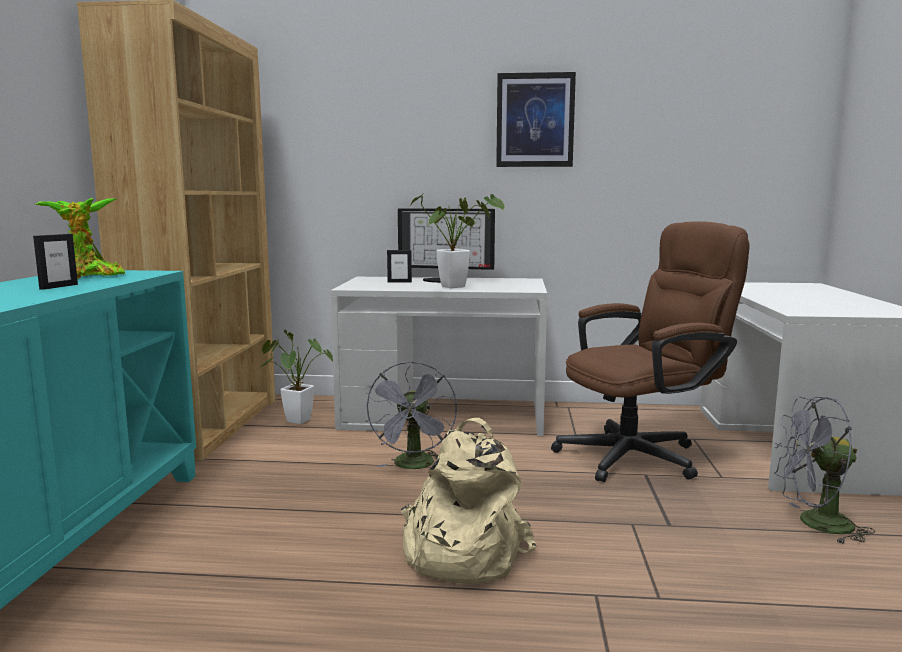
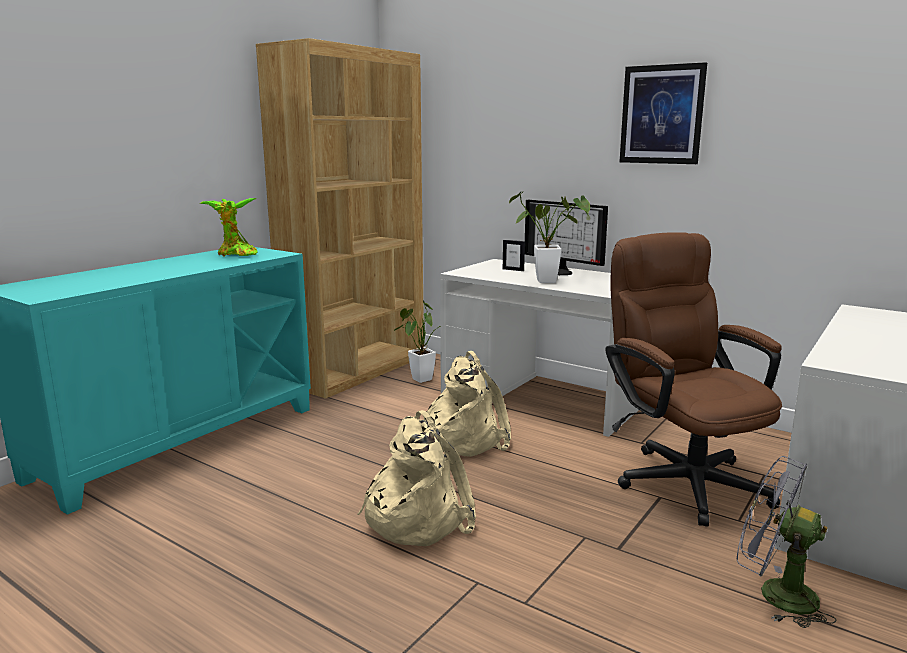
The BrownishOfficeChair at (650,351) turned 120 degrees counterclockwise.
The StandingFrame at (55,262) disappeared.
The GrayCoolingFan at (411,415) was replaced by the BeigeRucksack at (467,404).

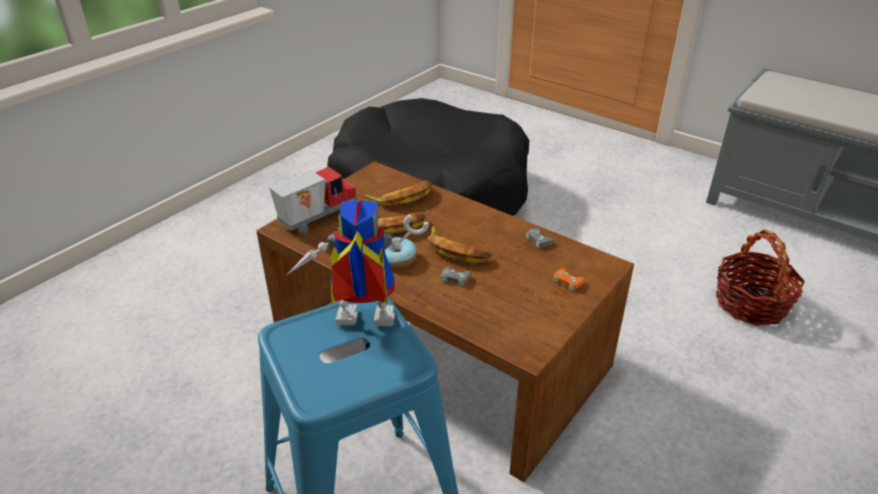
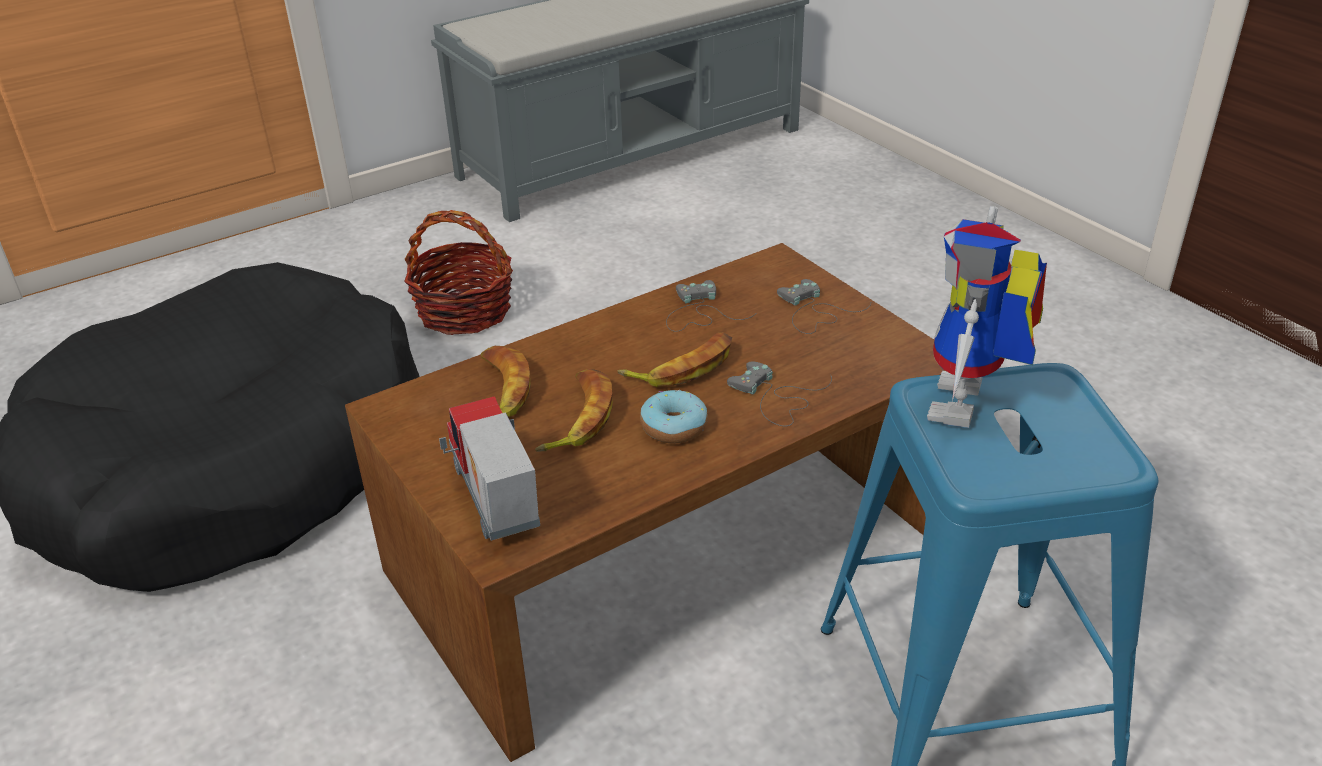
The HouseholdBasket moved from (760,277) to (458,272).
The OrangeyGameController at (551,291) became the GrayGameController at (824,306).

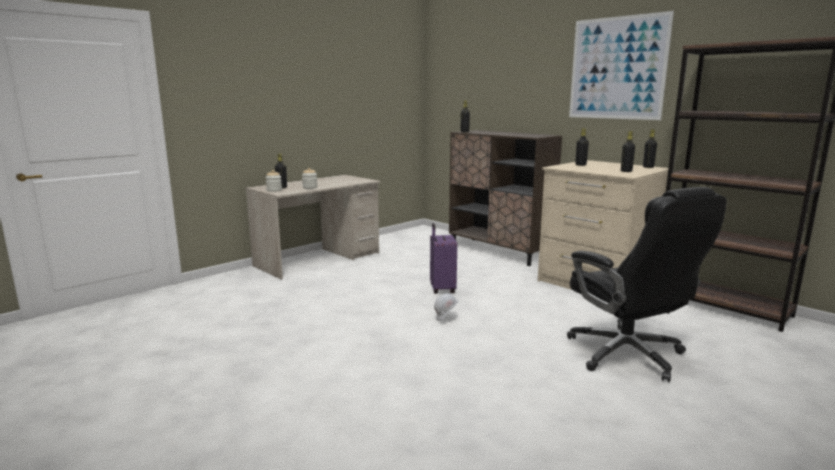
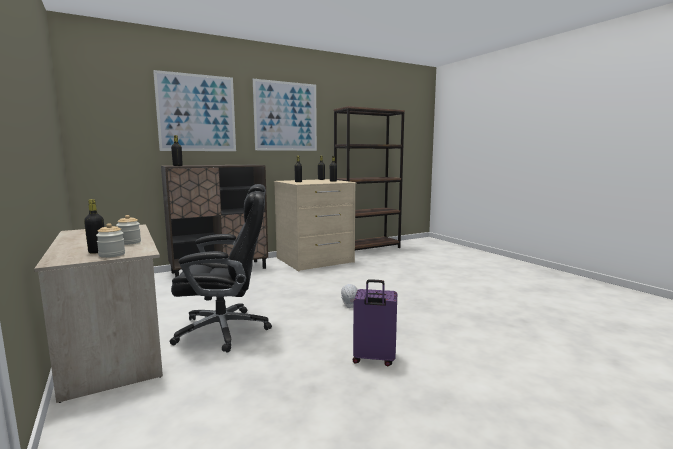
The BlackColouredOfficeChair moved from (647,284) to (221,268).
The PurplePieceOfLuggage moved from (443,258) to (375,322).
The WallPicture at (194,110) appeared.

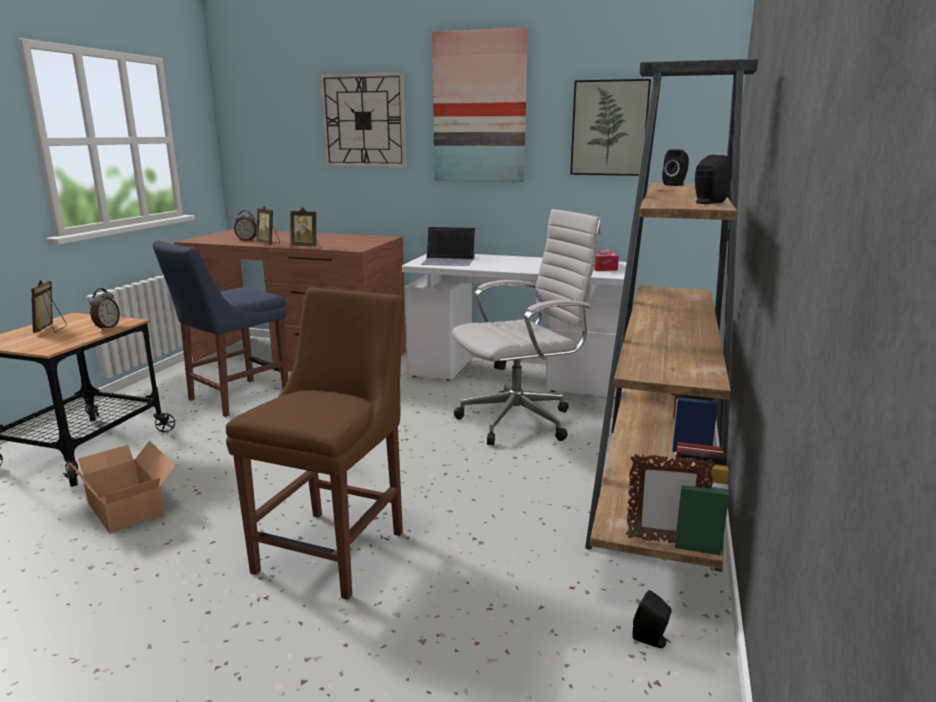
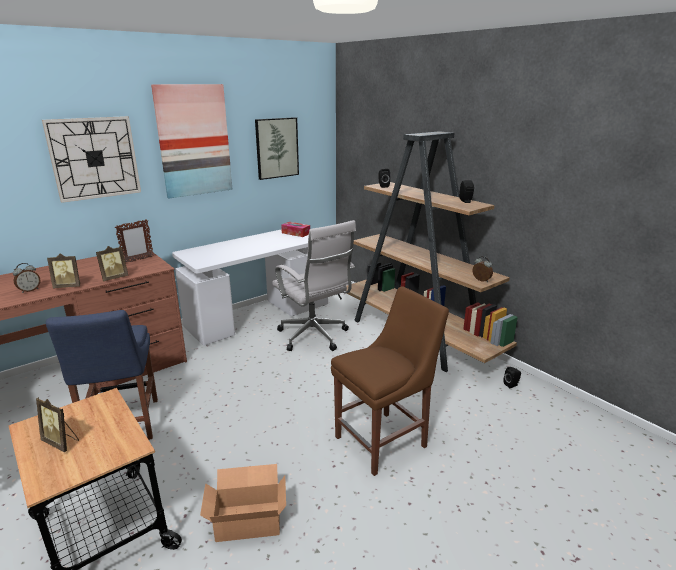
The WhiteColouredOfficeChair at (527,327) turned 135 degrees clockwise.
The NotebookComputer at (447,246) disappeared.
The BrownishUprightChair at (315,443) turned 90 degrees clockwise.
The TableClock moved from (104,309) to (482,269).
The StandingFrame moved from (670,498) to (134,241).

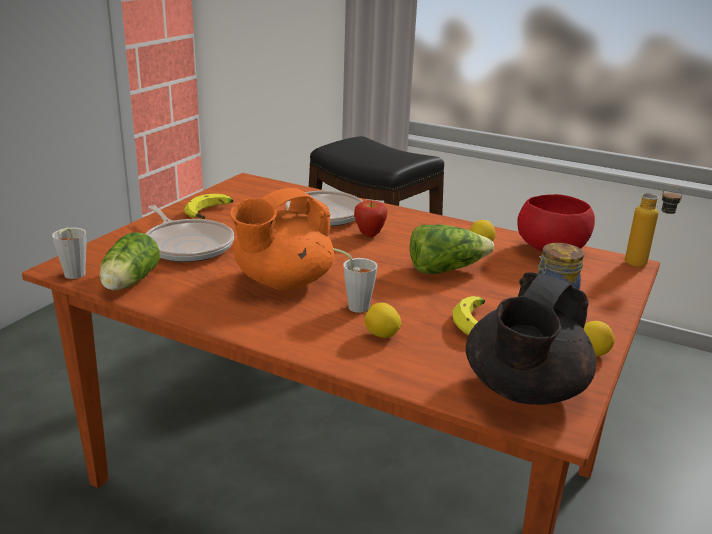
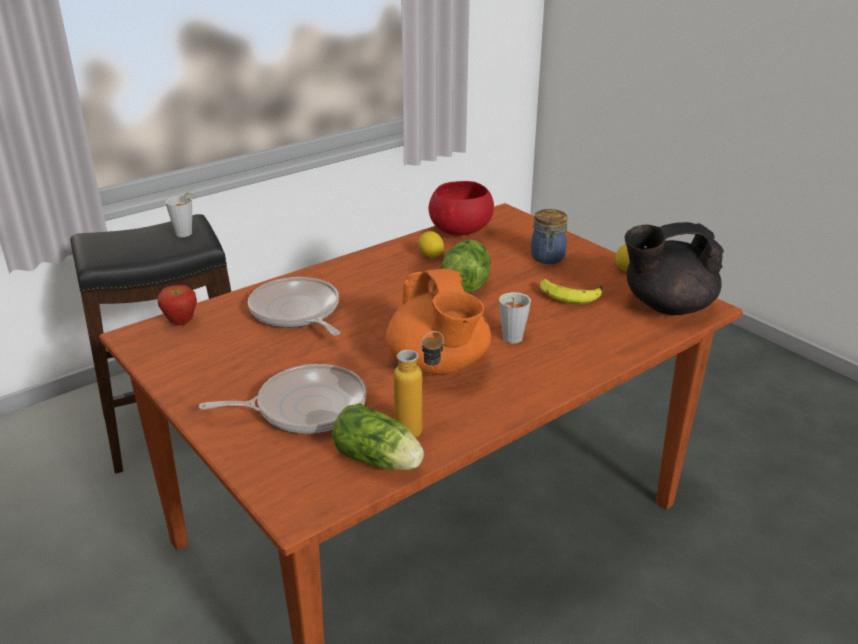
The Bottle moved from (653,226) to (418,384).
The BananaFruit at (208,206) disappeared.
The Apple moved from (370,218) to (177,305).
The GrayDrinkingCup moved from (69,253) to (181,214).
The BlackColouredTeaPot at (531,338) turned 120 degrees clockwise.
The Lemon at (382,320) disappeared.

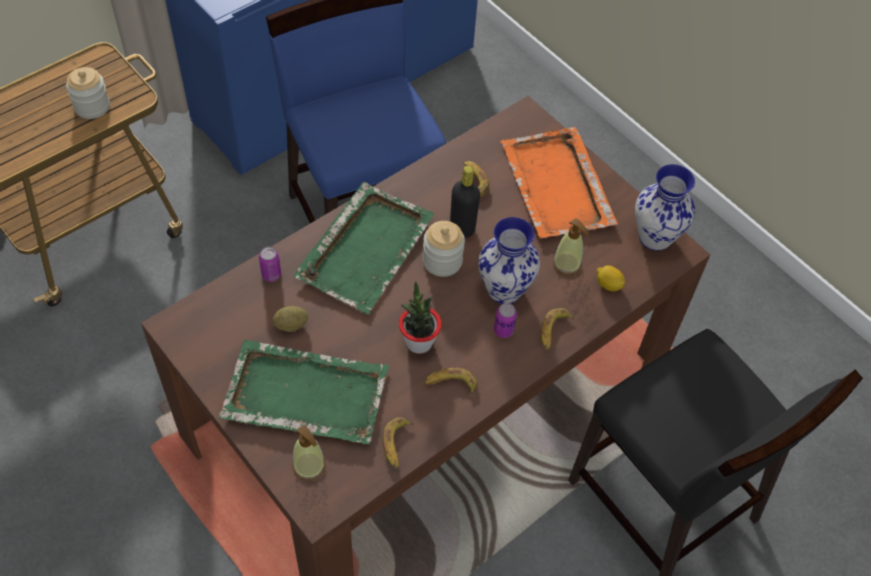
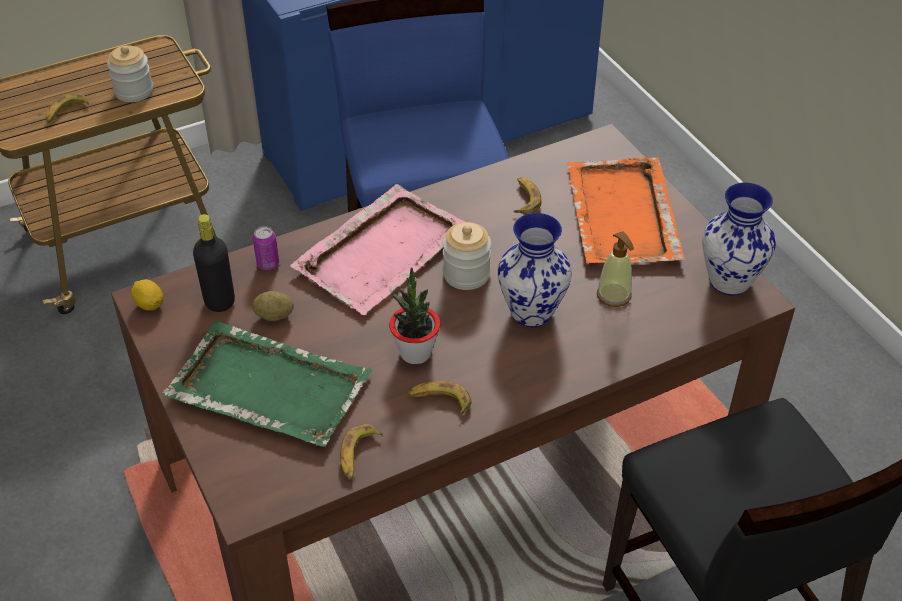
The BlackColouredBottle moved from (465,202) to (214,263).
The GreenishServingTray at (363,248) became the PinkServingTray at (377,249).
The Lemon moved from (611,278) to (147,294).
The MetalCan at (505,320) disappeared.
The BananaFruit moved from (558,329) to (67,108).
The SoapBottle at (309,453) disappeared.

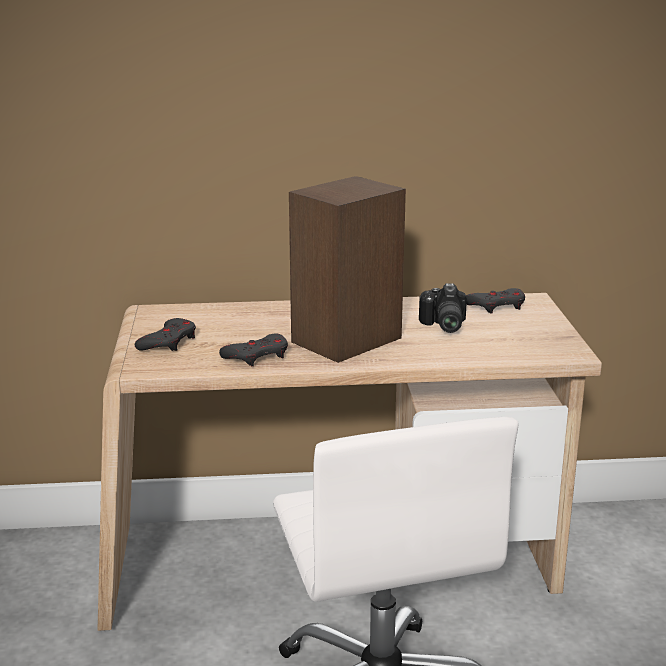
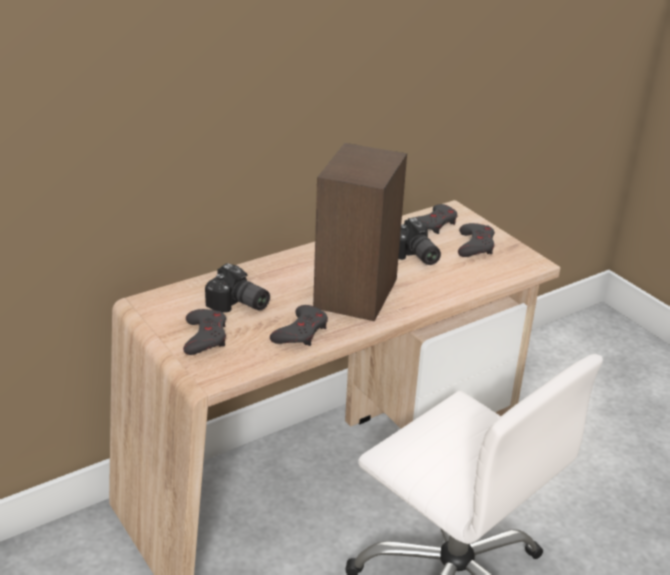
The GrayGameController at (476,240) appeared.
The PhotoCamera at (237,288) appeared.

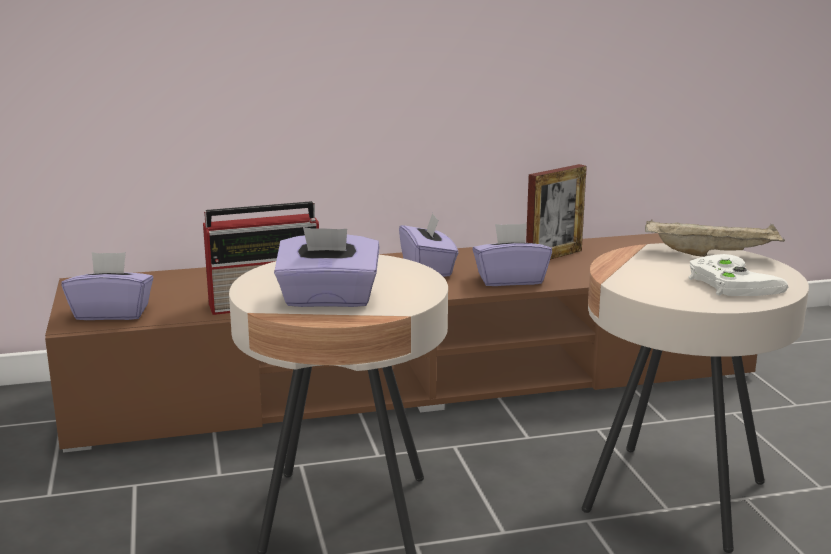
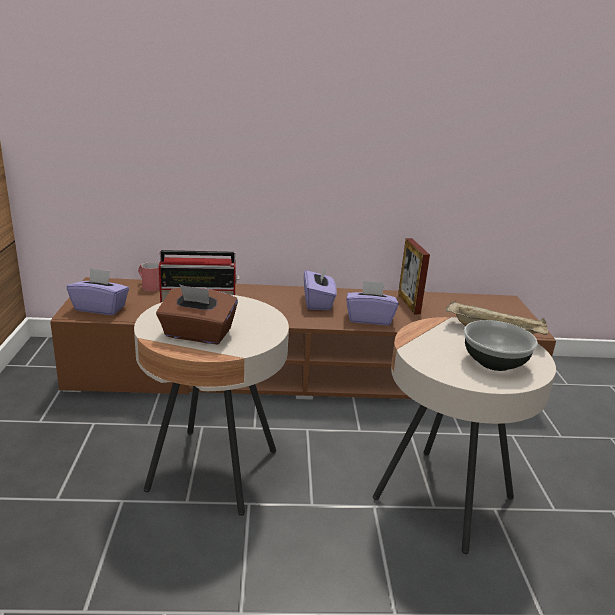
The StandingFrame at (556,212) turned 105 degrees clockwise.
The PurpleTissueBox at (327,267) became the BrownishTissueBox at (197,314).
The WhiteColouredGameController at (738,275) was replaced by the Bowl at (501,345).
The RedColouredMug at (149,277) appeared.

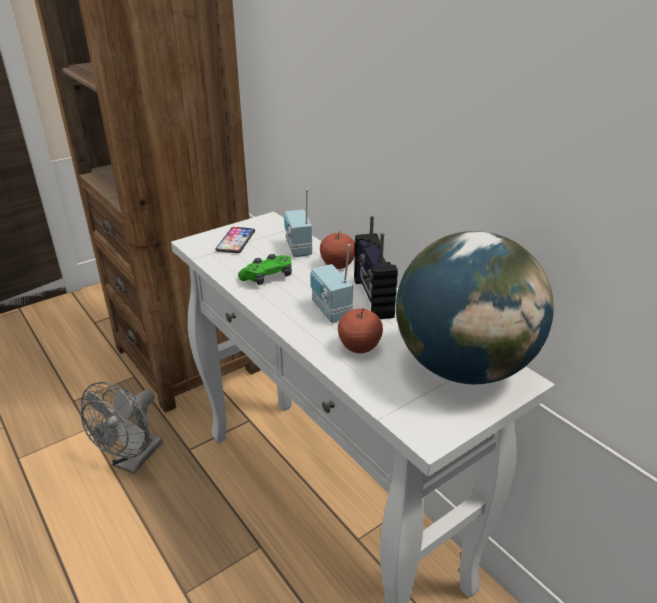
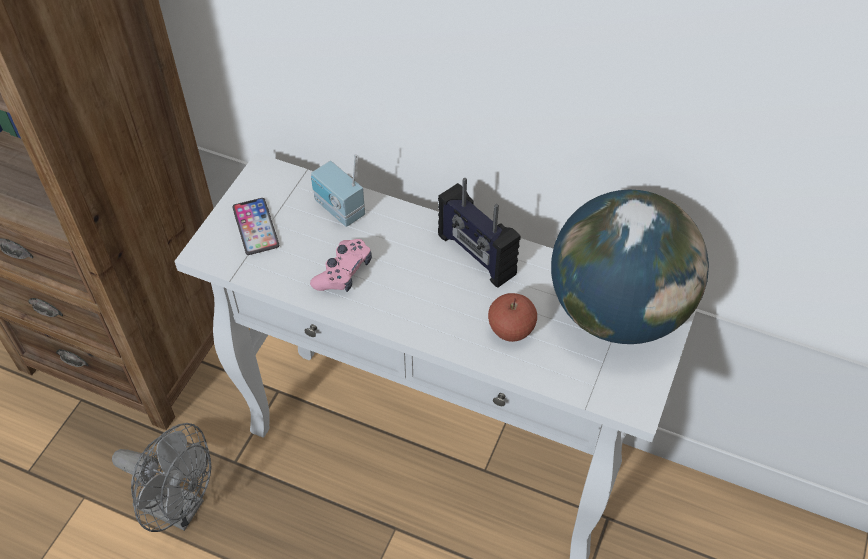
The Apple at (337,250) disappeared.
The RadioSet at (332,283) disappeared.
The GreenishGameController at (265,269) became the PinkGameController at (341,265).
The GrayCoolingFan at (122,428) turned 60 degrees counterclockwise.

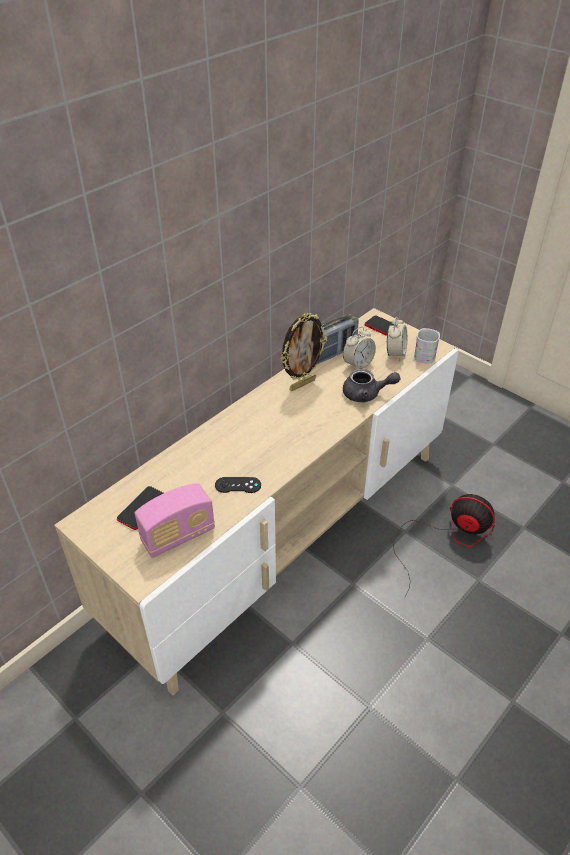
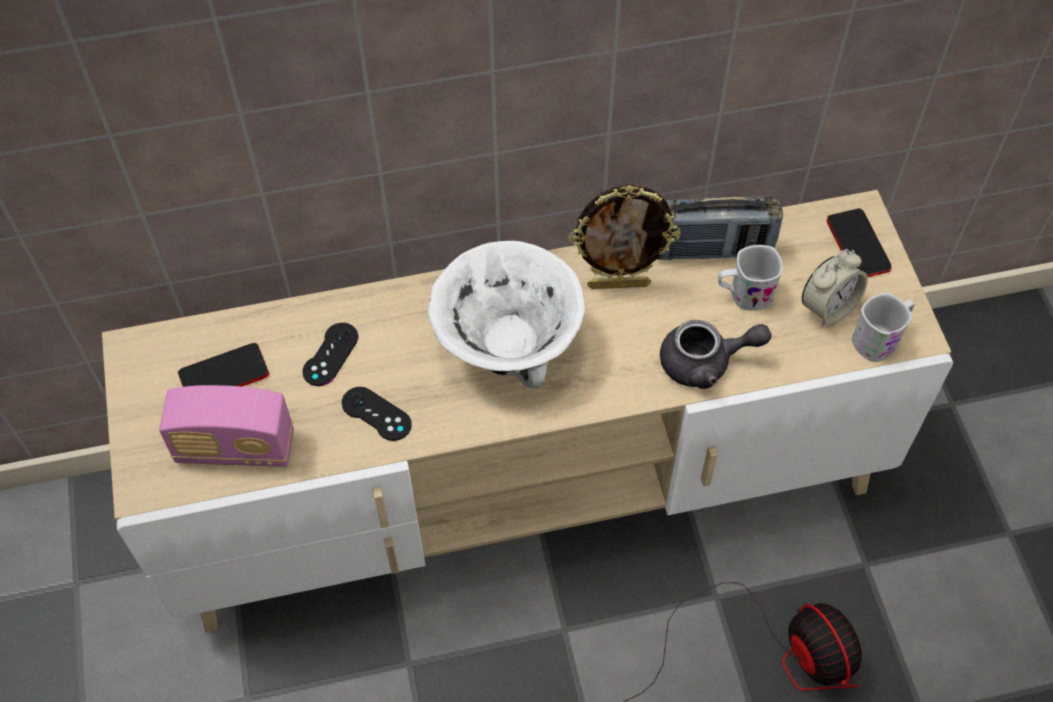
The TableClock at (359,348) was replaced by the WhiteColouredMug at (750,278).
The GrayTeaPot at (371,385) turned 45 degrees counterclockwise.
The WhiteColouredBowl at (506,315) appeared.
The BlackColouredGameController at (330,354) appeared.

